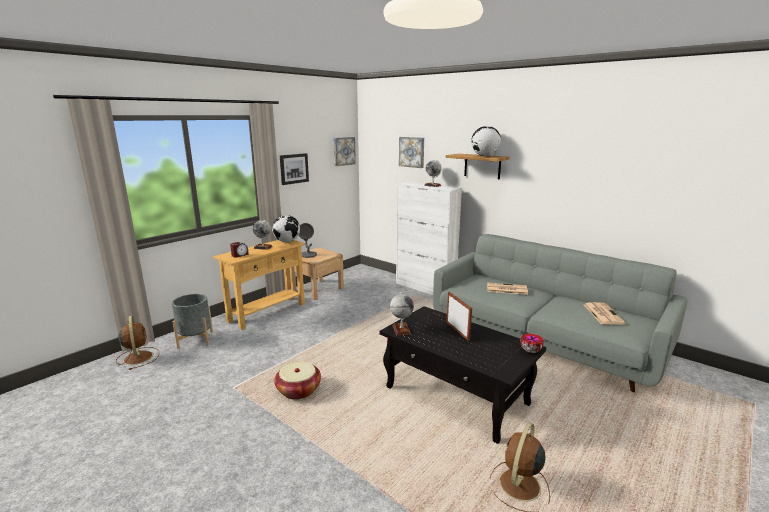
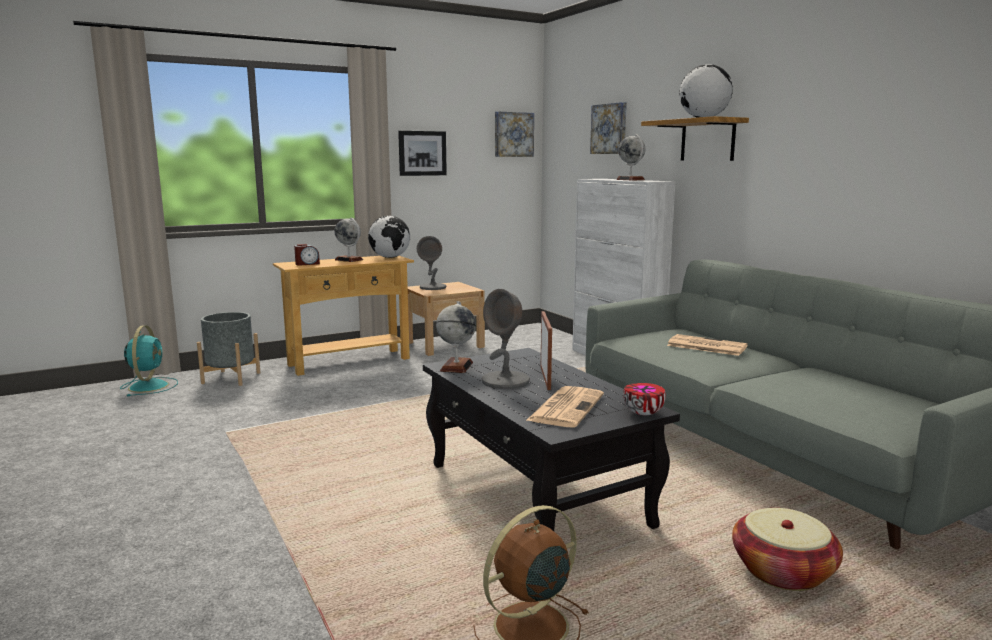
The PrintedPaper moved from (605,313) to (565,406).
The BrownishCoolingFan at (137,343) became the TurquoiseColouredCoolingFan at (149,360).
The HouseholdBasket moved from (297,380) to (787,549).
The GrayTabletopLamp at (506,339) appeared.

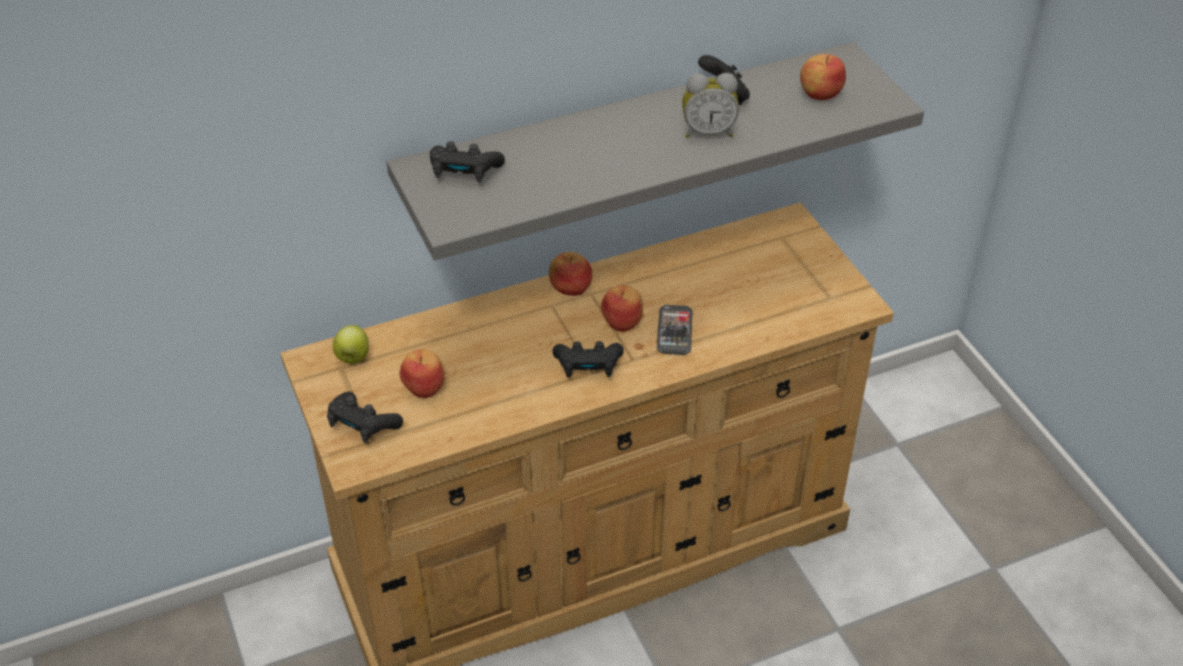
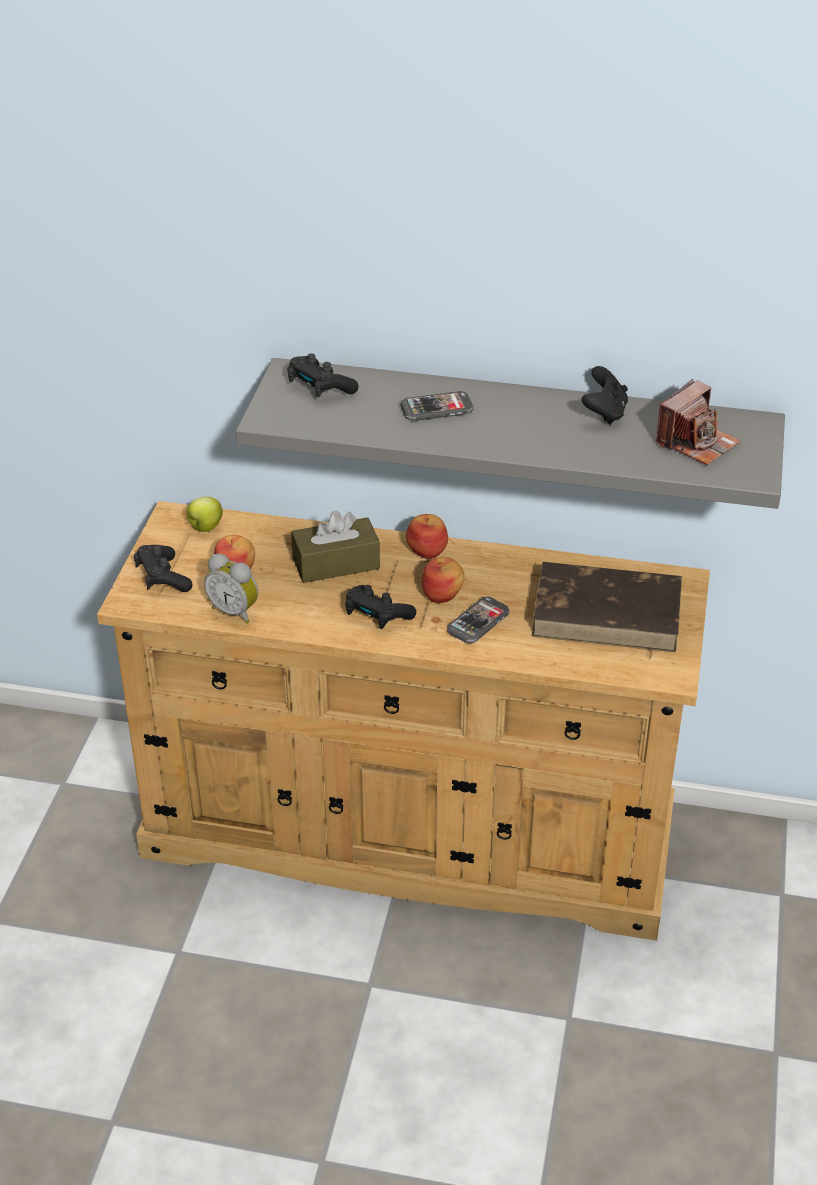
The Apple at (823,77) was replaced by the PhotoCamera at (698,422).
The TableClock moved from (710,105) to (231,589).
The Handset at (437,406) appeared.
The BrownishTissueBox at (335,546) appeared.
The BrownishBook at (607,607) appeared.

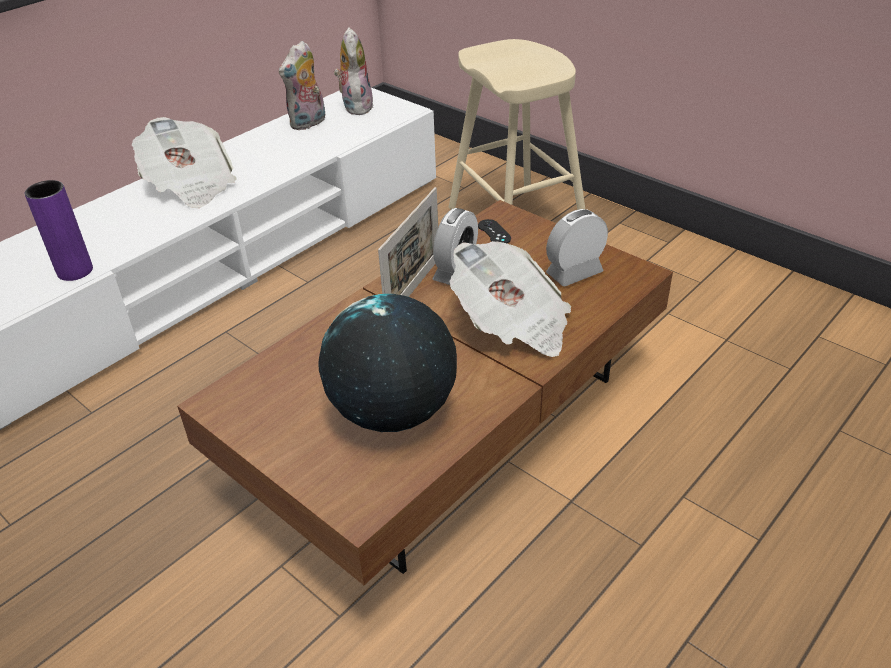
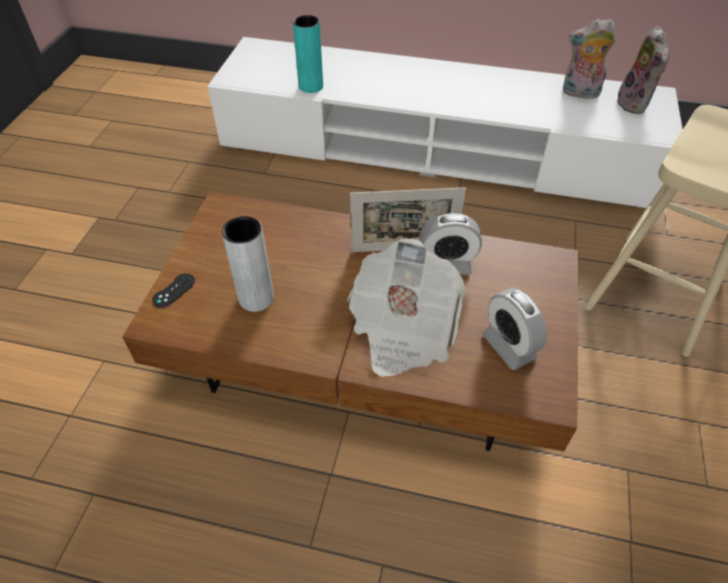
The CuddlyToy at (354,71) turned 120 degrees clockwise.
The PrintedPaper at (184,162) disappeared.
The PurpleVase at (59,230) became the TurquoiseColouredVase at (308,54).
The TableClock at (577,247) turned 150 degrees counterclockwise.
The BlackColouredGameController moved from (494,231) to (173,290).
The WorldGlobe at (387,363) was replaced by the GrayVase at (248,264).

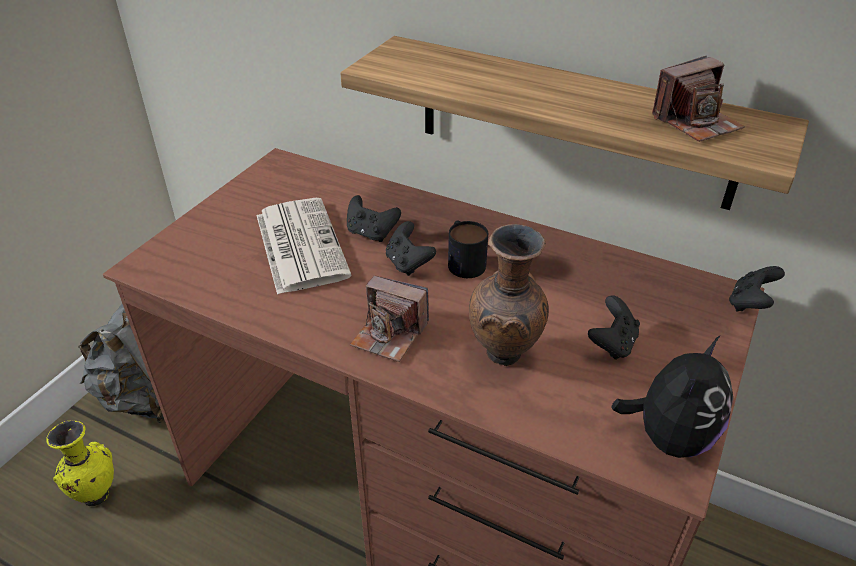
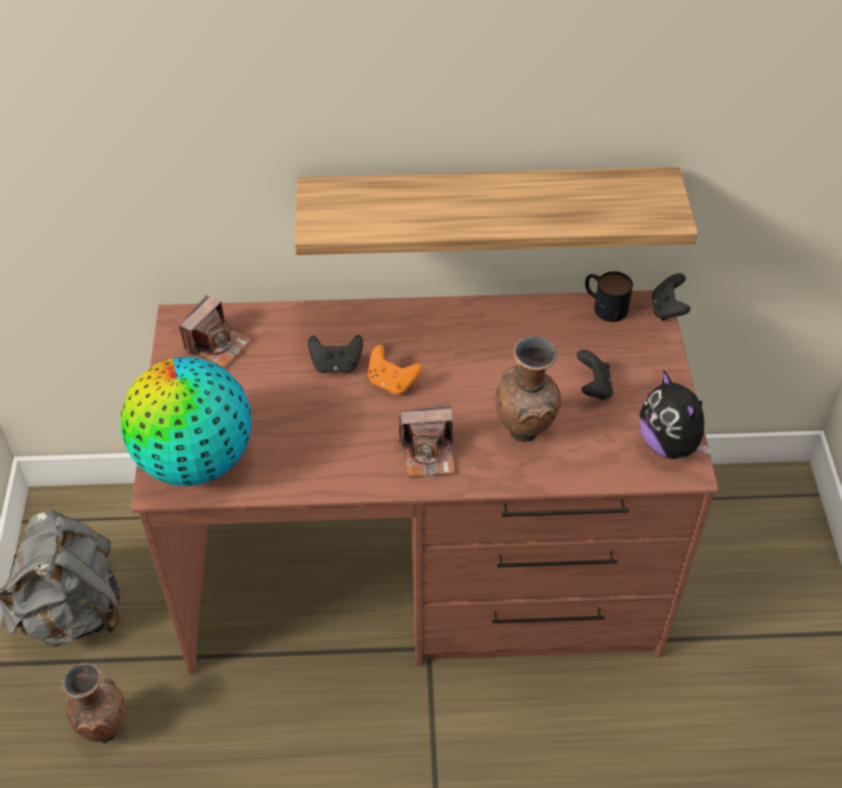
The PhotoCamera moved from (698,99) to (215,331).
The PrintedPaper at (304,246) disappeared.
The Mug moved from (468,249) to (609,296).
The BlackColouredGameController at (411,248) became the OrangeyGameController at (395,370).
The CuddlyToy at (672,396) turned 150 degrees clockwise.
The YellowColouredVase at (80,463) became the BrownishVase at (94,703).
The WorldGlobe at (186,421) appeared.

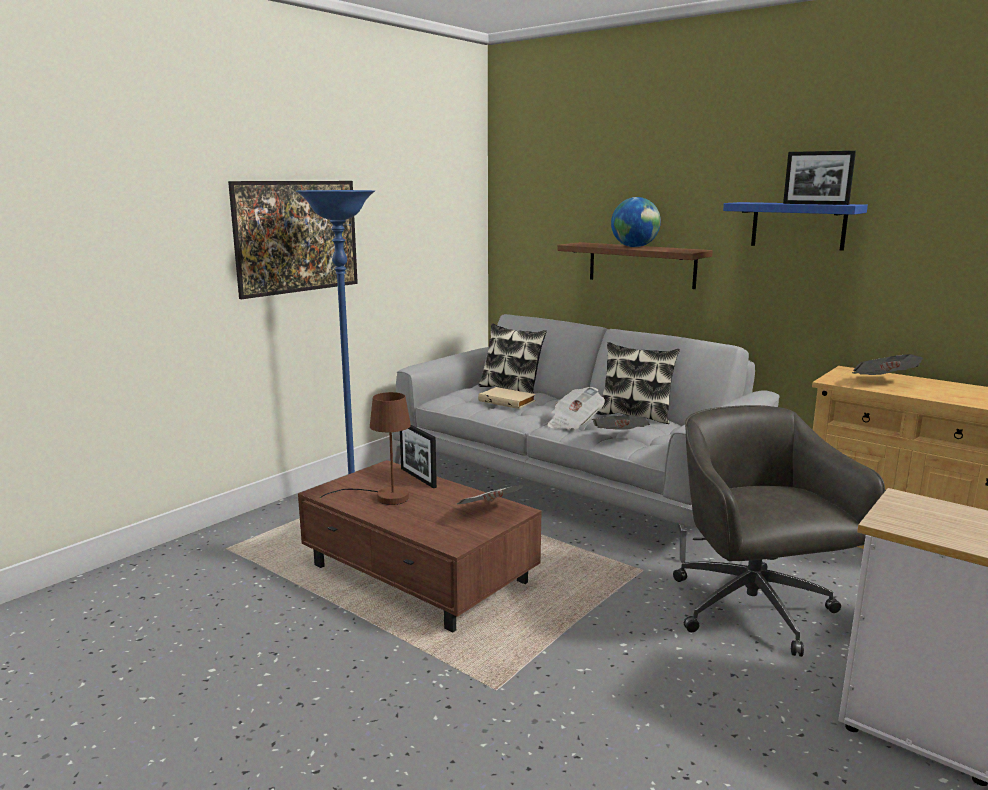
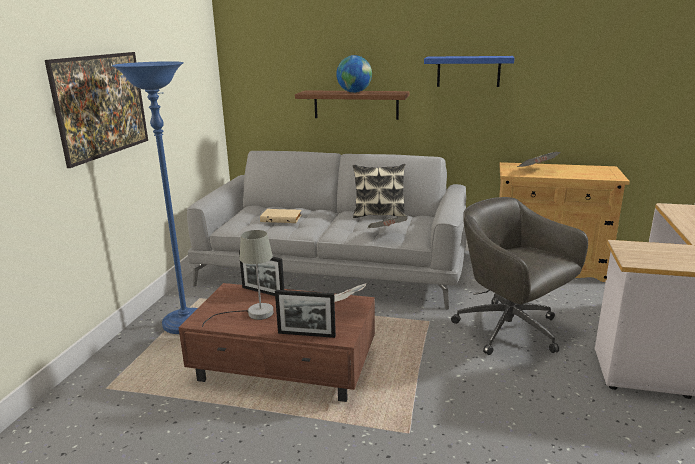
The StandingFrame moved from (819,178) to (305,314).
The Pillow at (513,358) disappeared.
The PrintedPaper at (576,408) disappeared.
The BrownishTabletopLamp at (365,448) became the GrayTabletopLamp at (237,278).

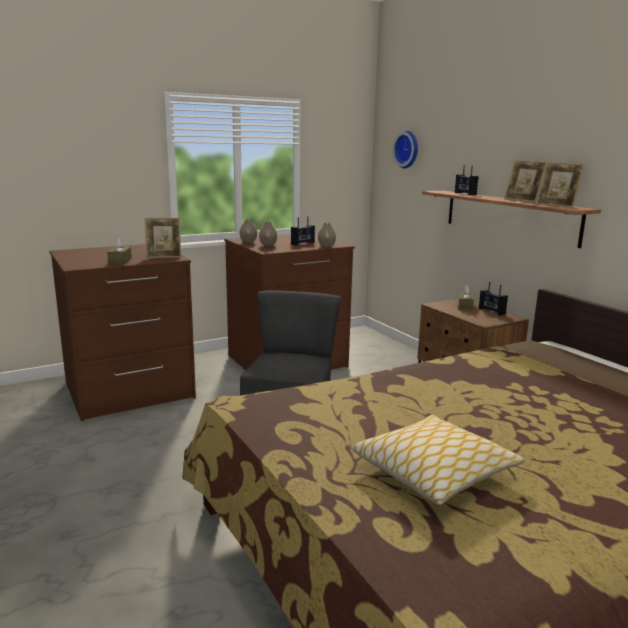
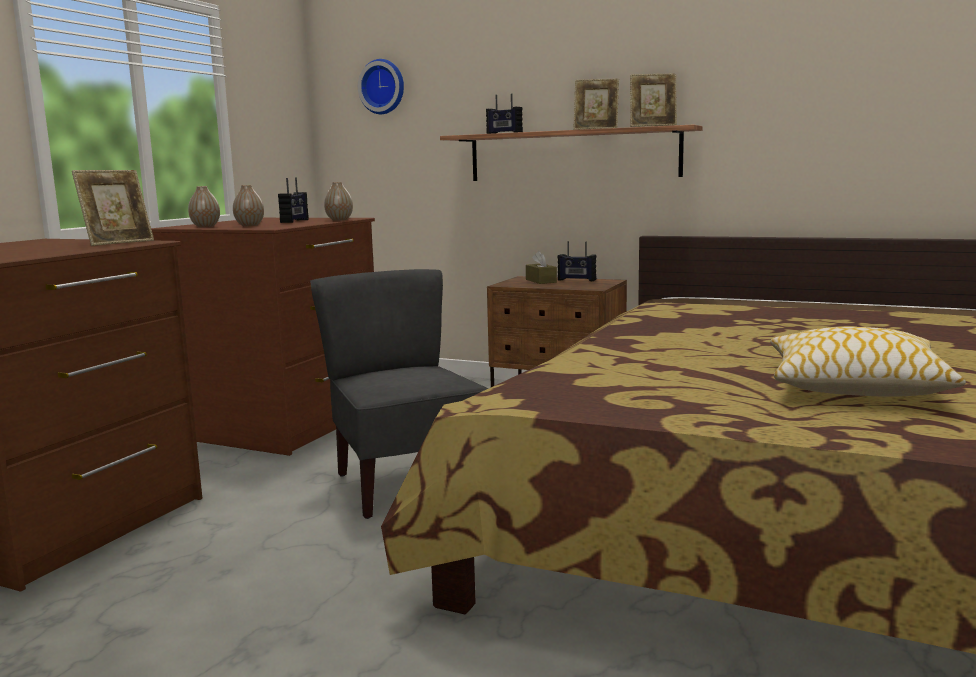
The BrownishTissueBox at (119,250) disappeared.

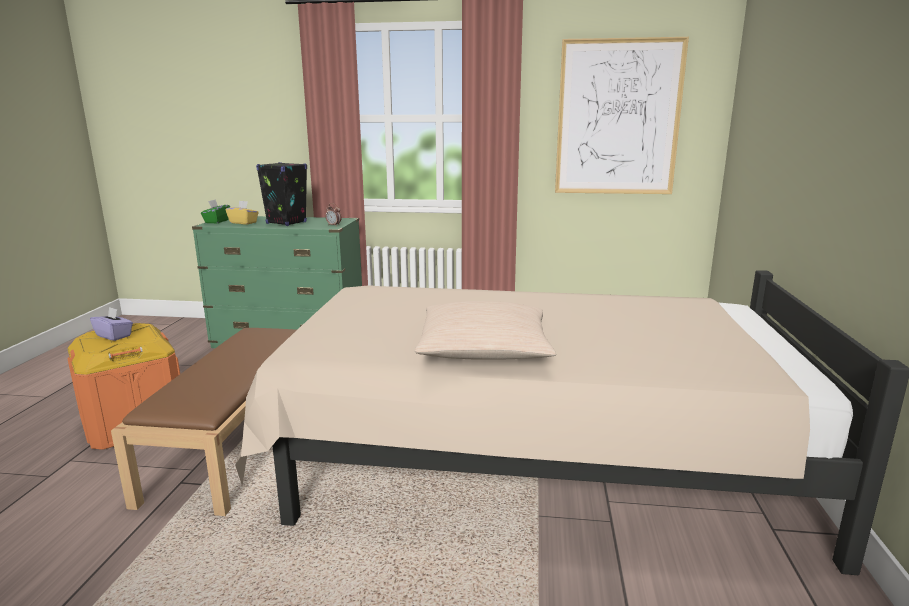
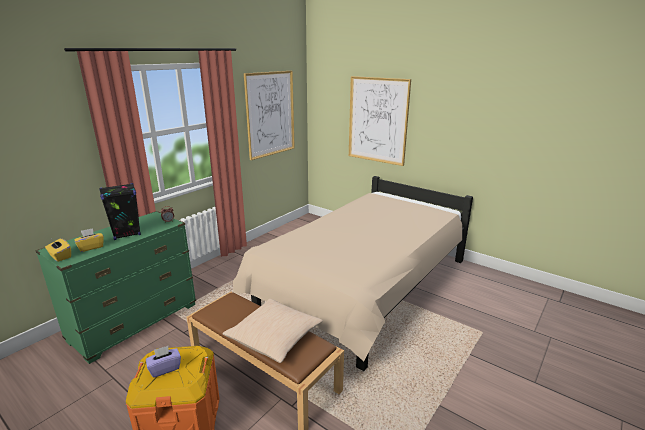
The GreenishTissueBox at (215,211) became the YellowColouredTissueBox at (58,250).
The BeigePillow moved from (485,330) to (272,331).
The WallPicture at (380,121) appeared.

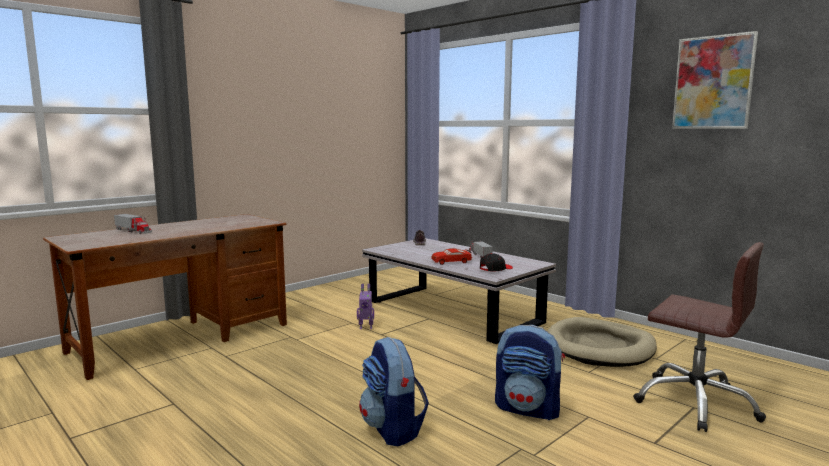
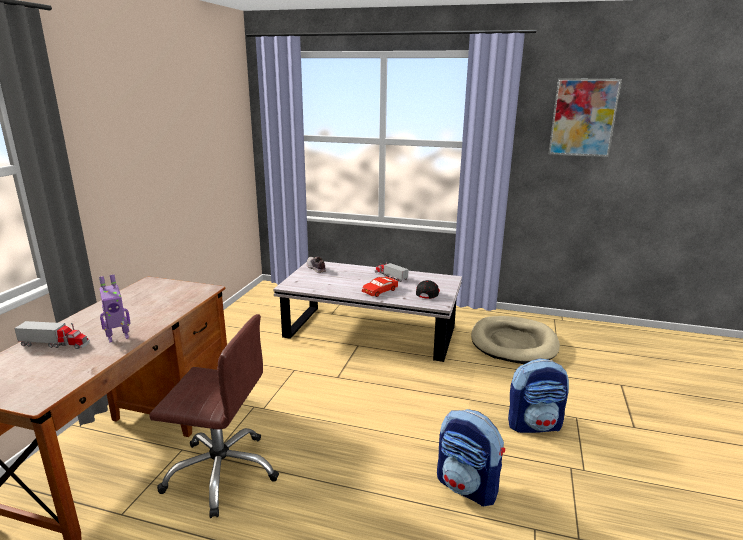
The BrownishOfficeChair moved from (699,337) to (214,416).
The ToyRobot moved from (365,306) to (114,308).

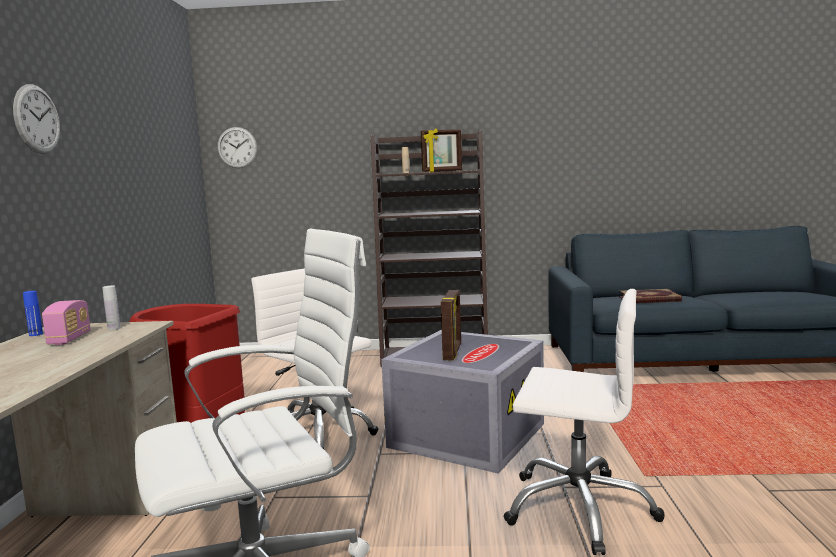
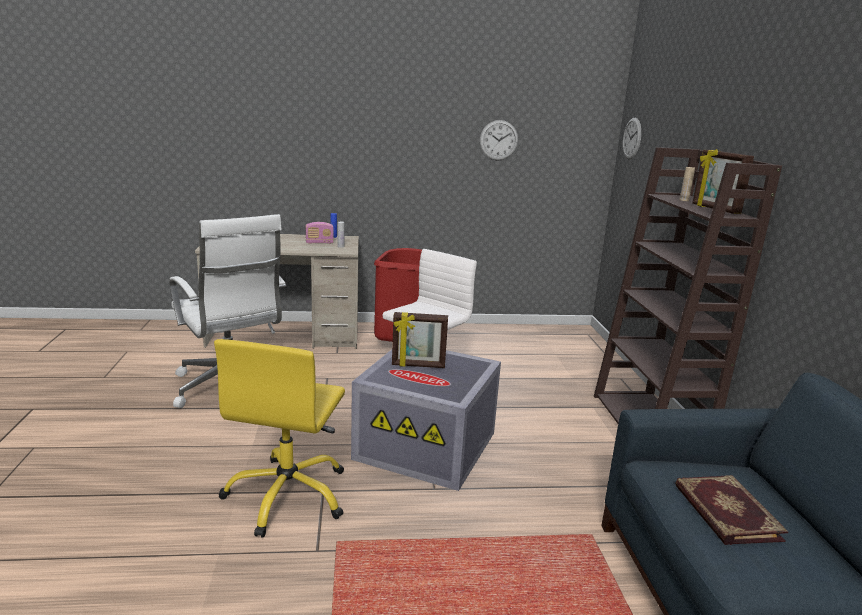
The WallClock moved from (36,119) to (499,140).
The WhiteColouredOfficeChair at (584,422) became the YellowColouredOfficeChair at (279,438).

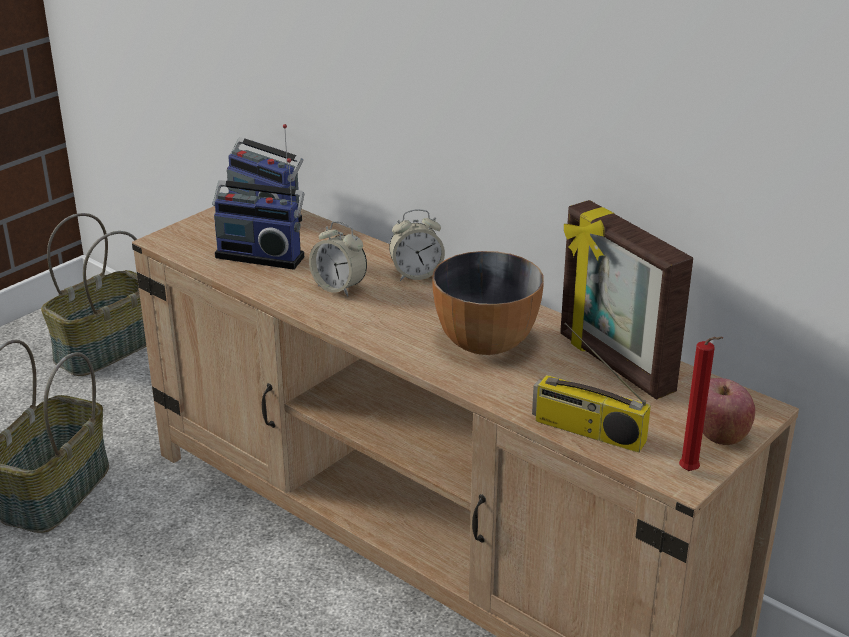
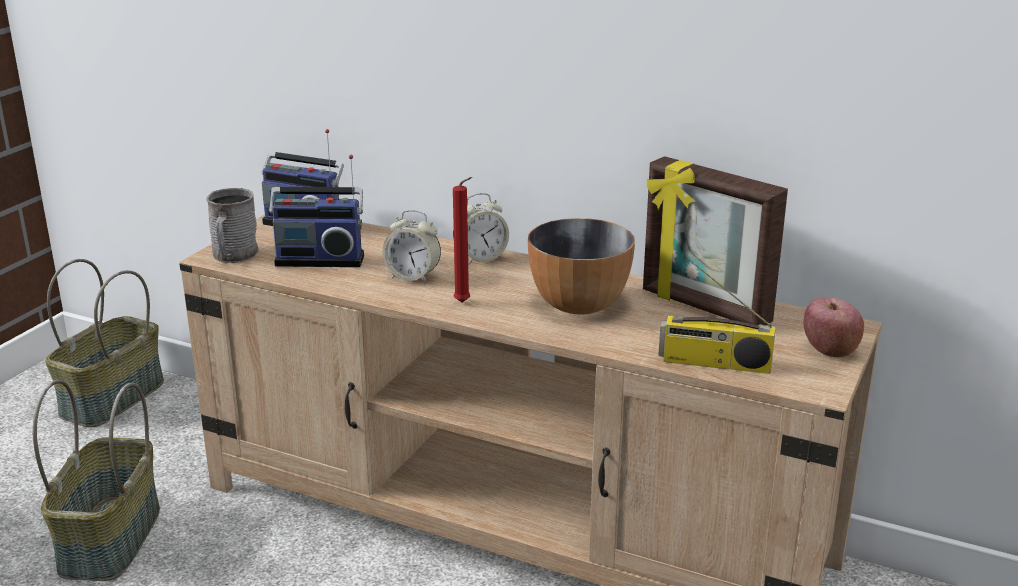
The RedColouredWaxLight moved from (701,404) to (462,239).
The GrayMug at (232,225) appeared.

